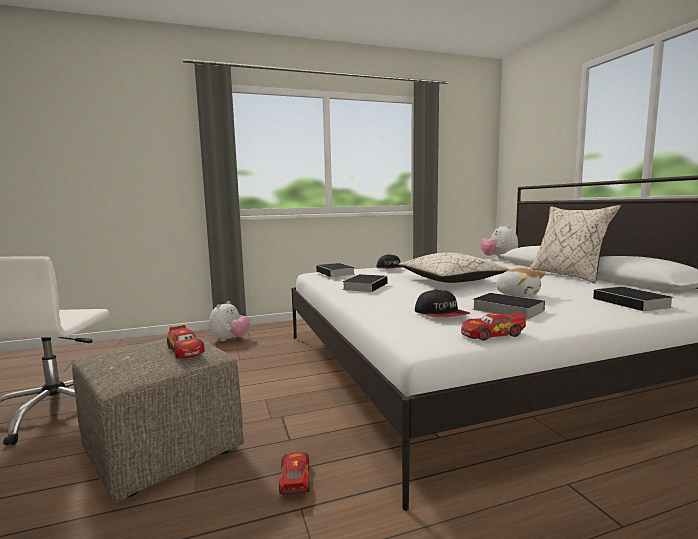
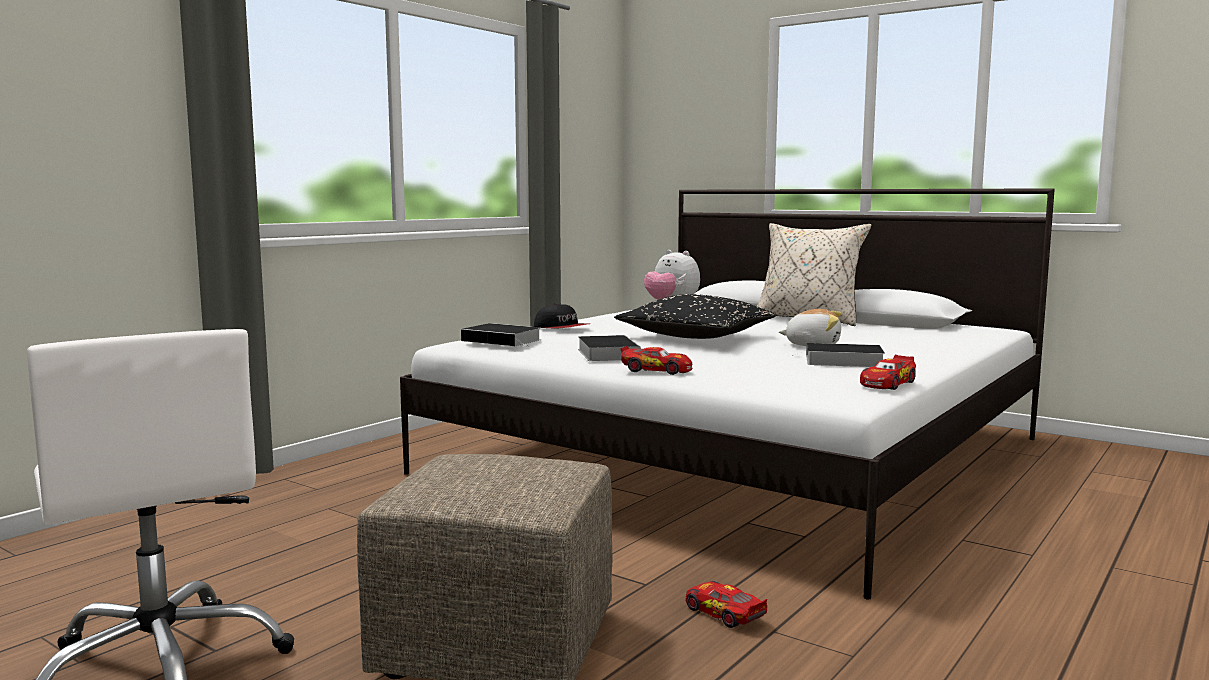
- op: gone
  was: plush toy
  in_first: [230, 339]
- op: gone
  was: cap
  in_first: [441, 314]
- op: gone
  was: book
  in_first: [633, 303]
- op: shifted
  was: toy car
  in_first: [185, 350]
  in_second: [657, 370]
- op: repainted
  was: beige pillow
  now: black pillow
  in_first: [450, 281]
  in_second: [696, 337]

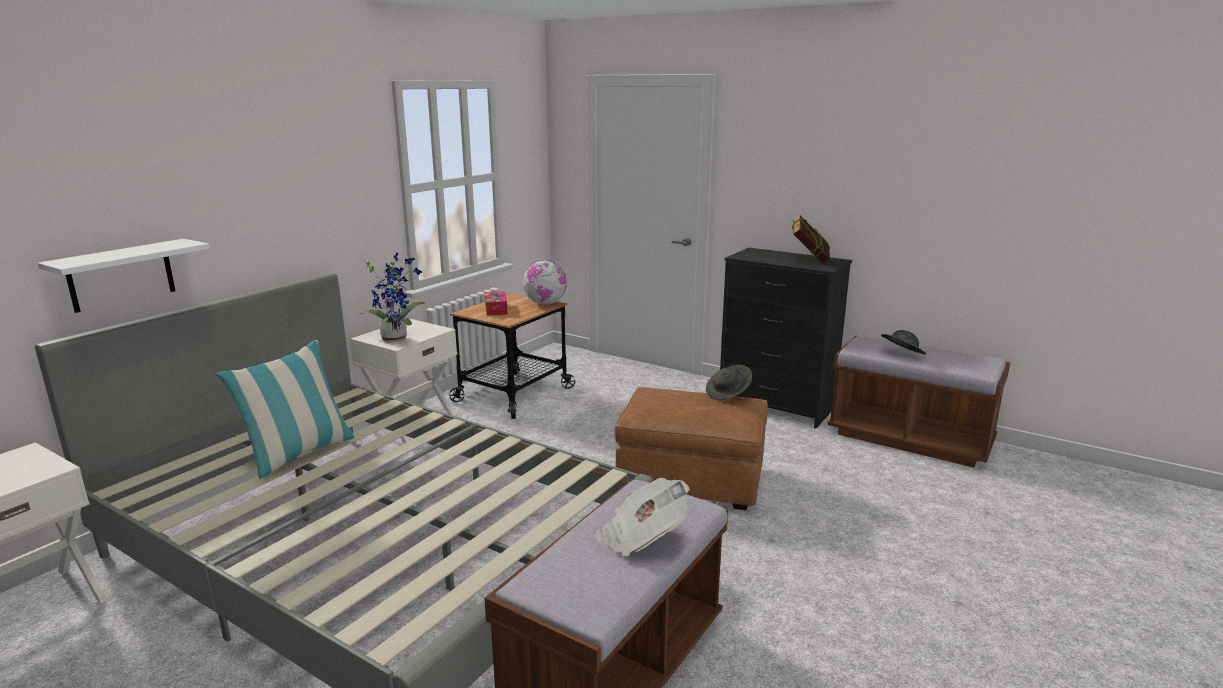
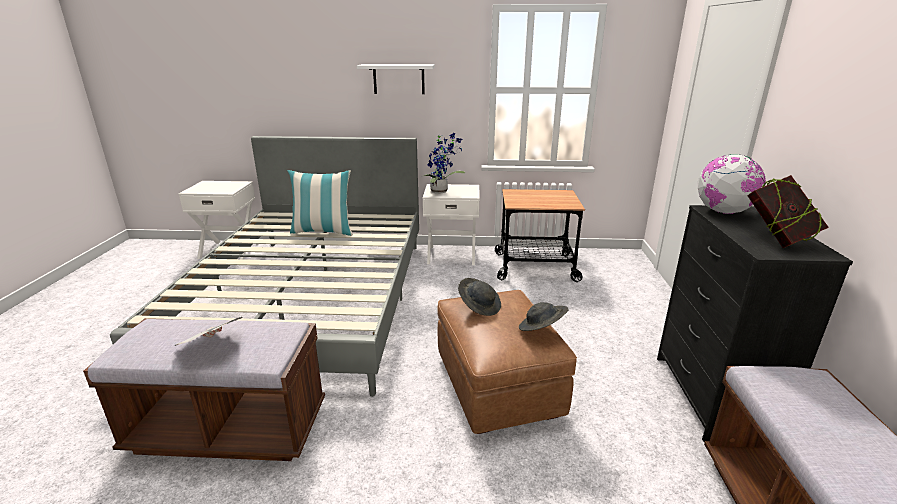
- op: gone
  was: tissue box
  in_first: [496, 309]
- op: shifted
  was: white shelf
  in_first: [121, 275]
  in_second: [398, 79]
- op: shifted
  was: globe
  in_first: [545, 303]
  in_second: [724, 212]
- op: shifted
  was: grey hat
  in_first: [901, 354]
  in_second: [479, 306]

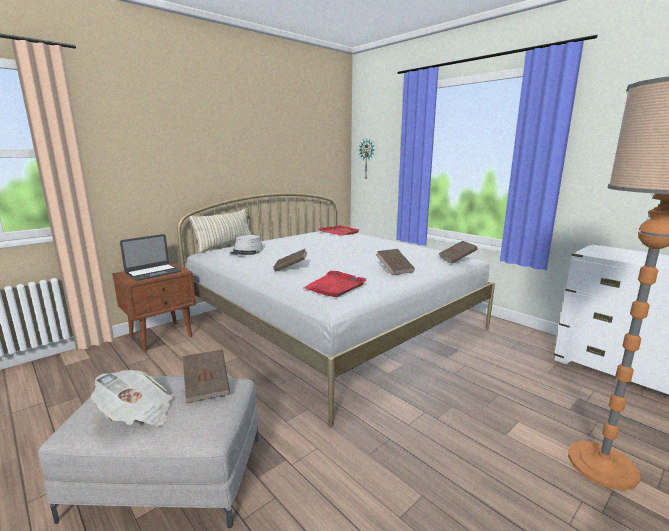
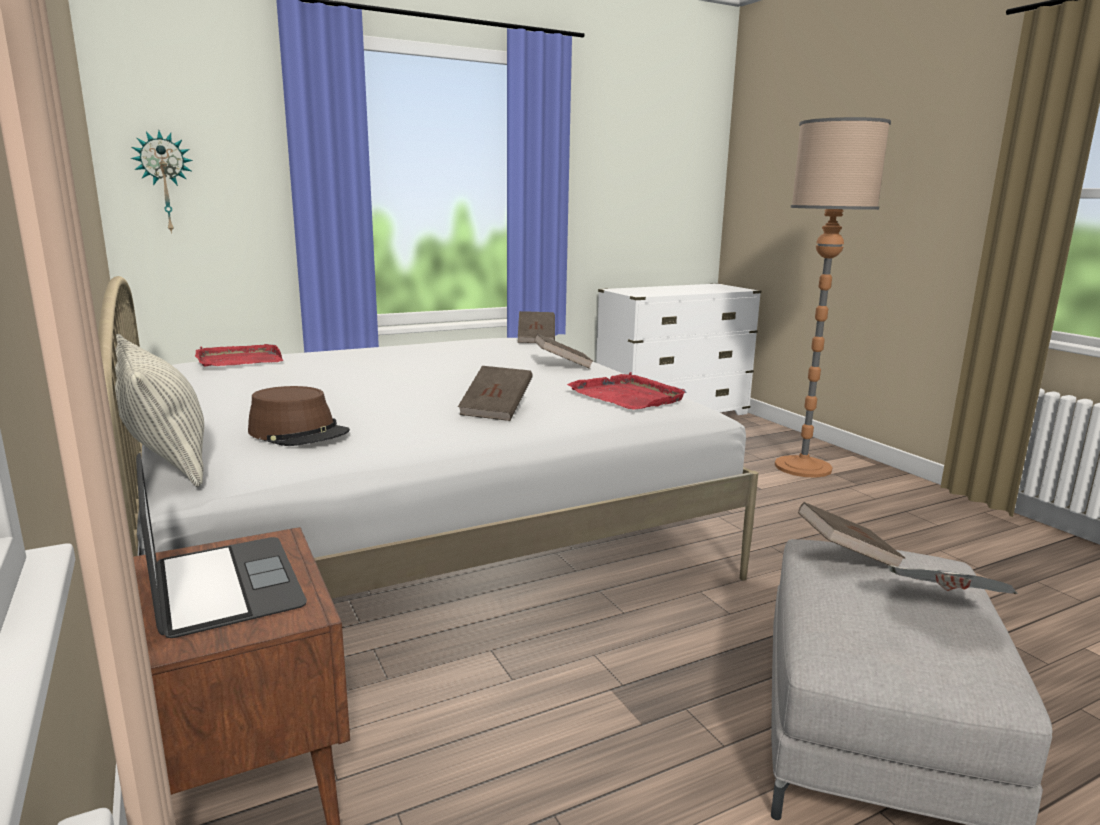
- op: repainted
  was: grey hat
  now: brown hat
  in_first: [247, 251]
  in_second: [299, 432]

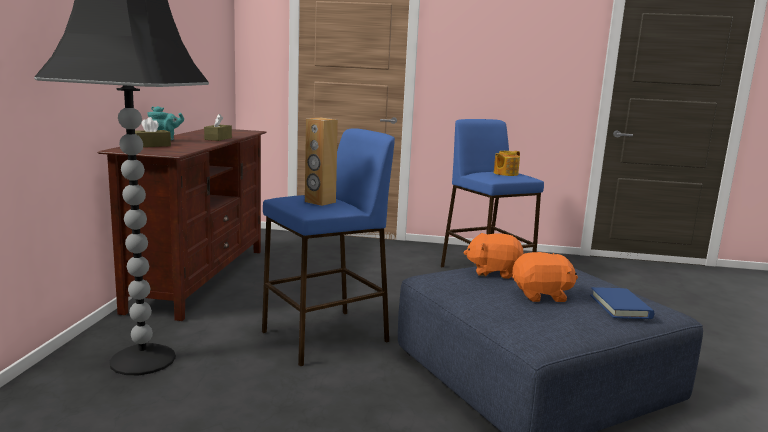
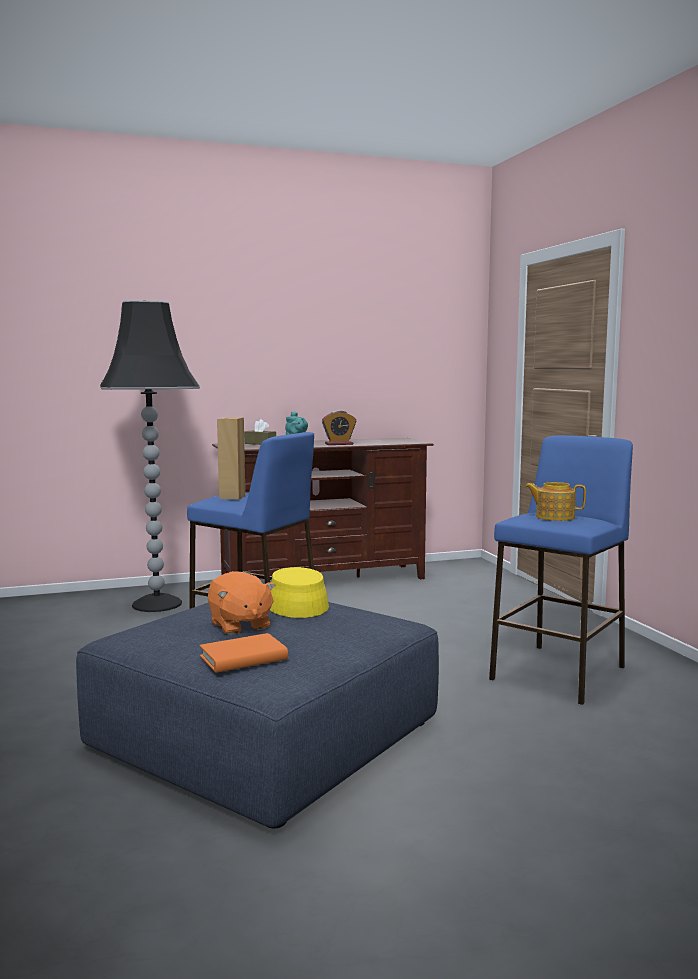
- op: swapped
  was: brown tissue box
  now: alarm clock
  in_first: [218, 138]
  in_second: [339, 444]
- op: swapped
  was: orange plush toy
  now: yellow hat
  in_first: [493, 272]
  in_second: [295, 603]
- op: repainted
  was: blue book
  now: orange book
  in_first: [620, 307]
  in_second: [243, 658]

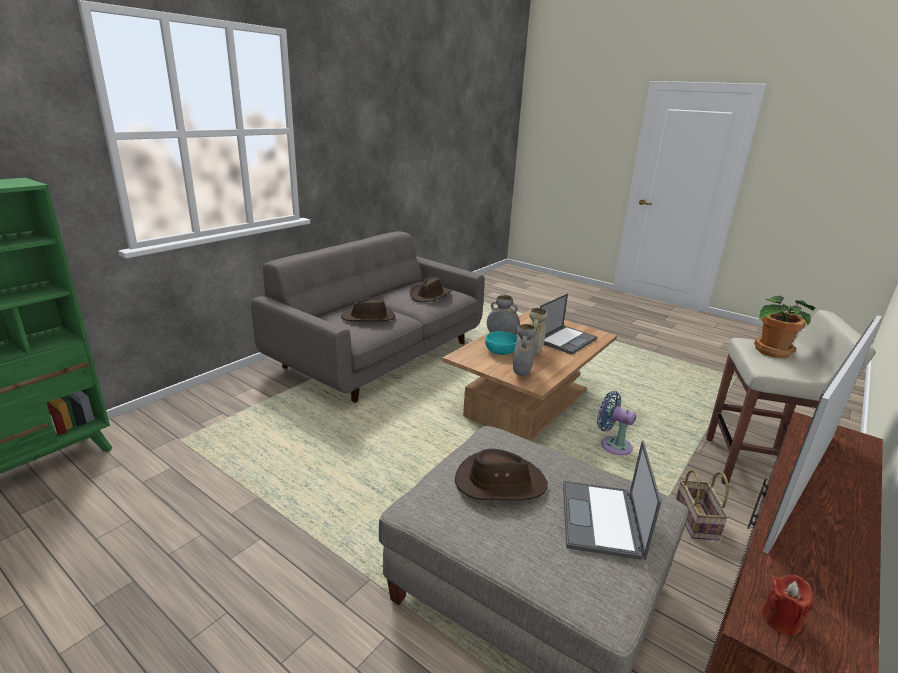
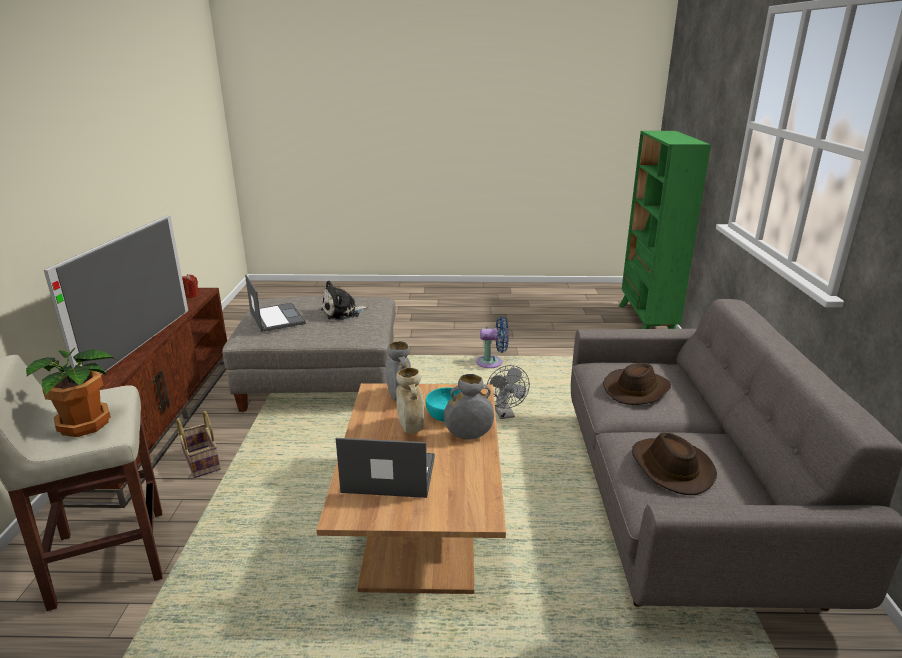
- op: new
  now: grey fan
  in_second: [505, 414]
- op: shifted
  was: blue fan
  in_first: [612, 445]
  in_second: [492, 362]
- op: swapped
  was: brown hat
  now: plush toy
  in_first: [499, 482]
  in_second: [343, 313]
- op: rotated
  was: laptop
  in_first: [566, 340]
  in_second: [388, 474]
  clockwise: 90

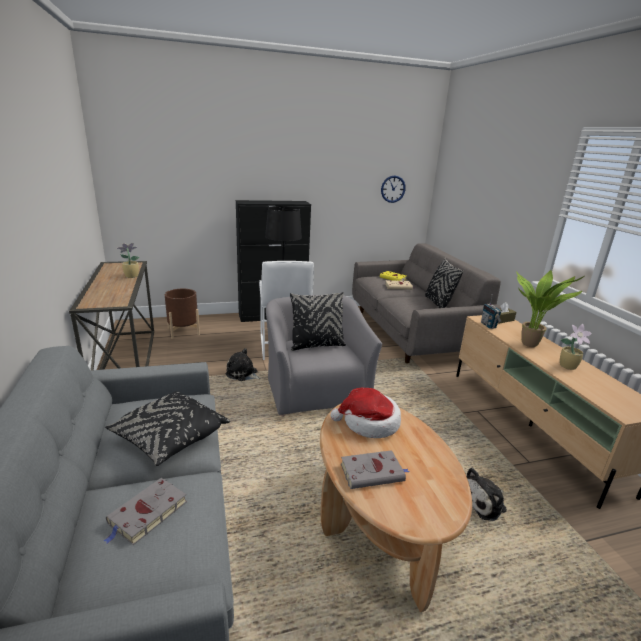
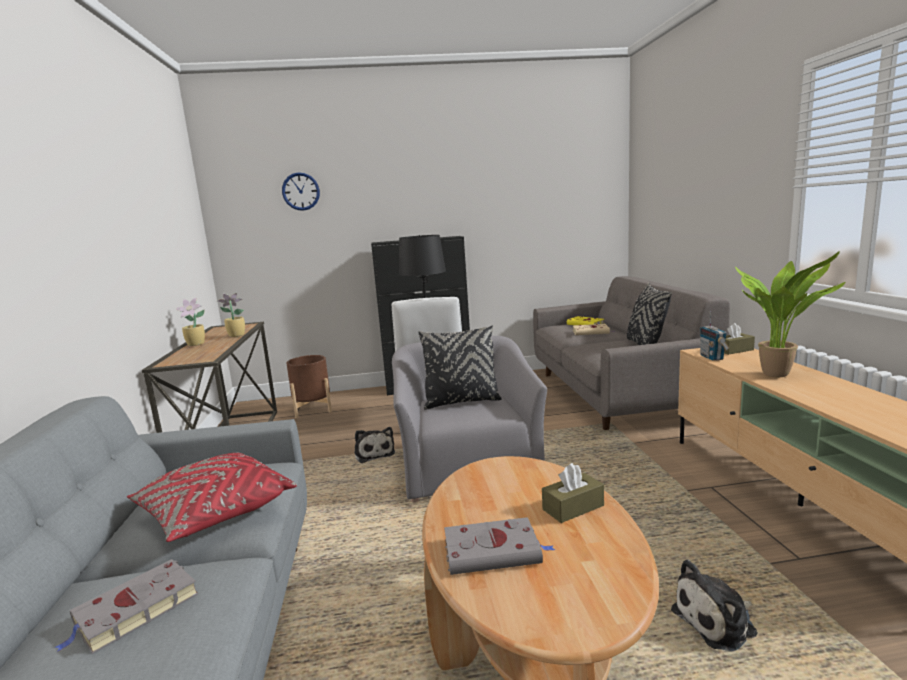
- op: gone
  was: hat
  in_first: [369, 423]
- op: new
  now: brown tissue box
  in_second: [573, 507]
- op: shifted
  was: wall clock
  in_first: [393, 189]
  in_second: [301, 191]
- op: shifted
  was: potted plant
  in_first: [568, 366]
  in_second: [196, 344]
- op: repainted
  was: black pillow
  now: red pillow
  in_first: [170, 438]
  in_second: [215, 512]
- op: rotated
  was: plush toy
  in_first: [243, 374]
  in_second: [374, 453]
  clockwise: -150

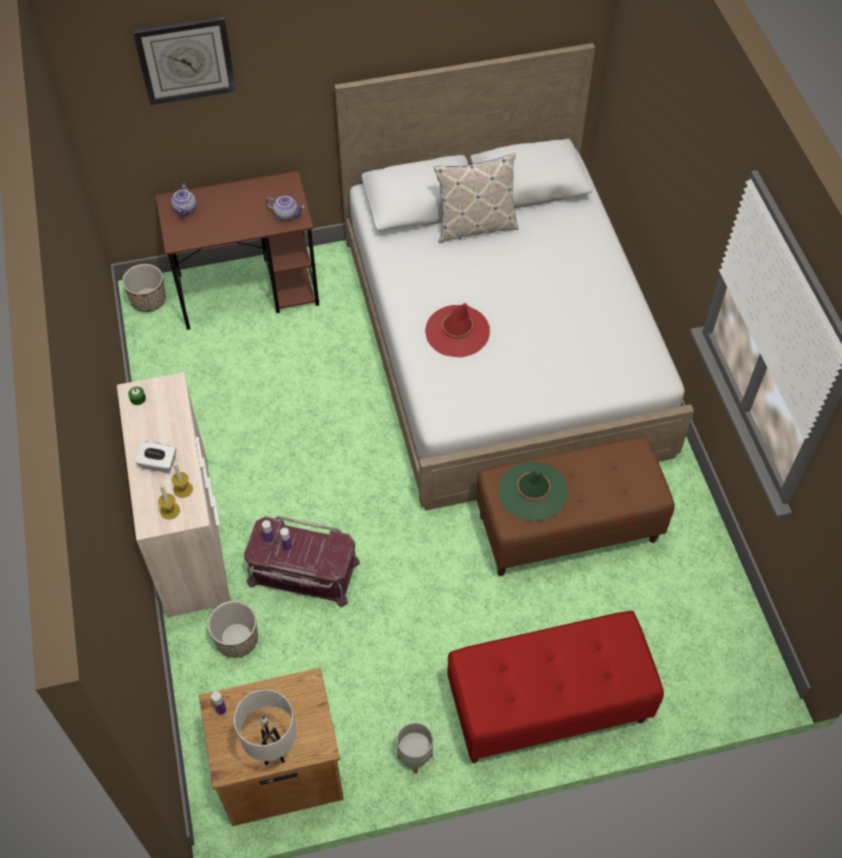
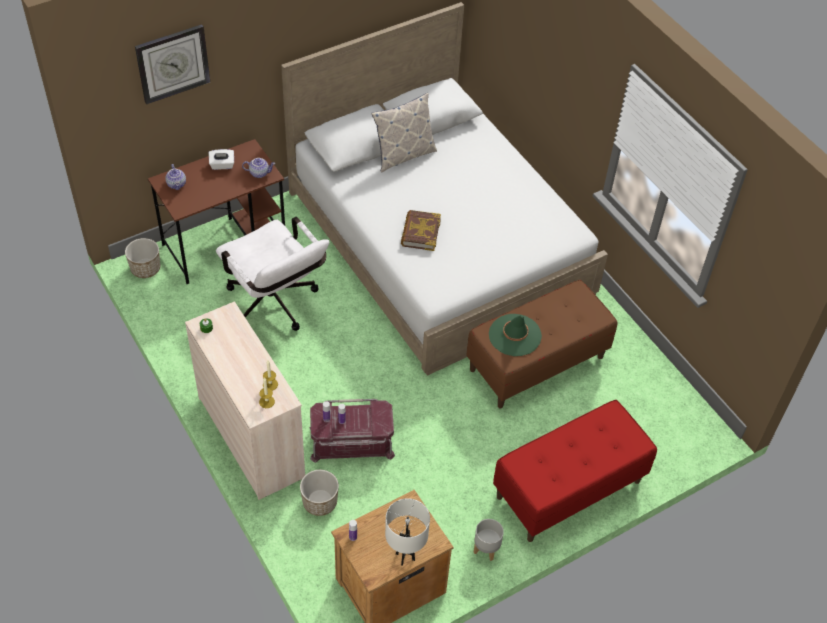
- op: new
  now: white office chair
  in_second: [276, 306]
- op: shifted
  was: white tissue box
  in_first: [158, 464]
  in_second: [222, 165]
- op: swapped
  was: red hat
  now: book
  in_first: [457, 331]
  in_second: [420, 233]

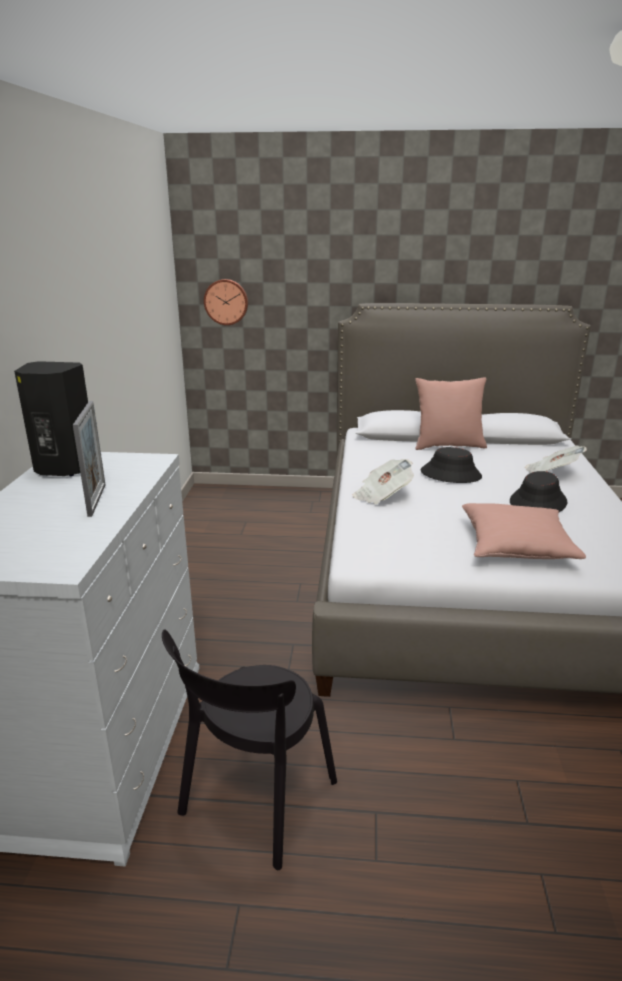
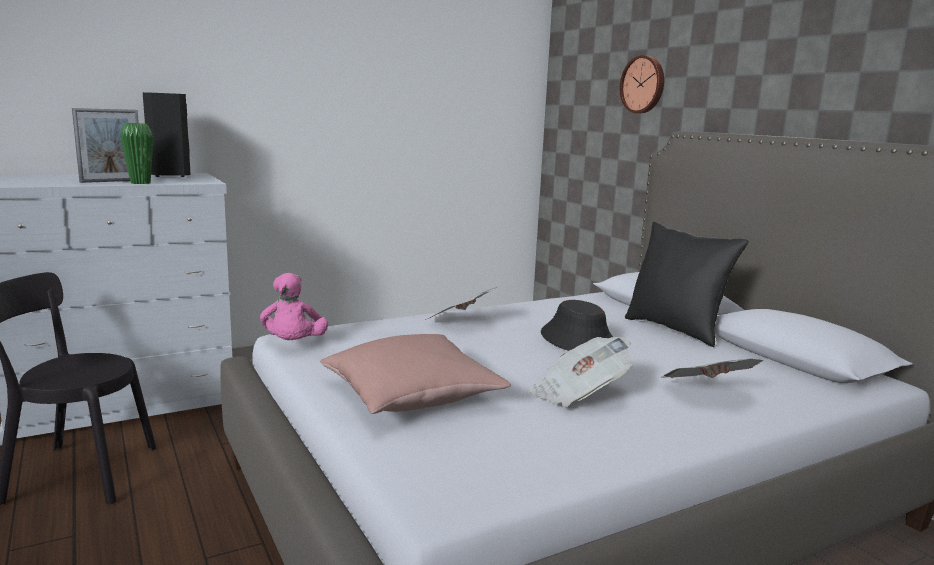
- op: new
  now: green vase
  in_second: [140, 183]
- op: new
  now: pink plush toy
  in_second: [293, 345]
- op: shifted
  was: wall clock
  in_first: [226, 302]
  in_second: [643, 84]
- op: swapped
  was: black hat
  now: newspaper
  in_first: [538, 502]
  in_second: [577, 394]
- op: repainted
  was: pink pillow
  now: black pillow
  in_first: [448, 445]
  in_second: [675, 329]

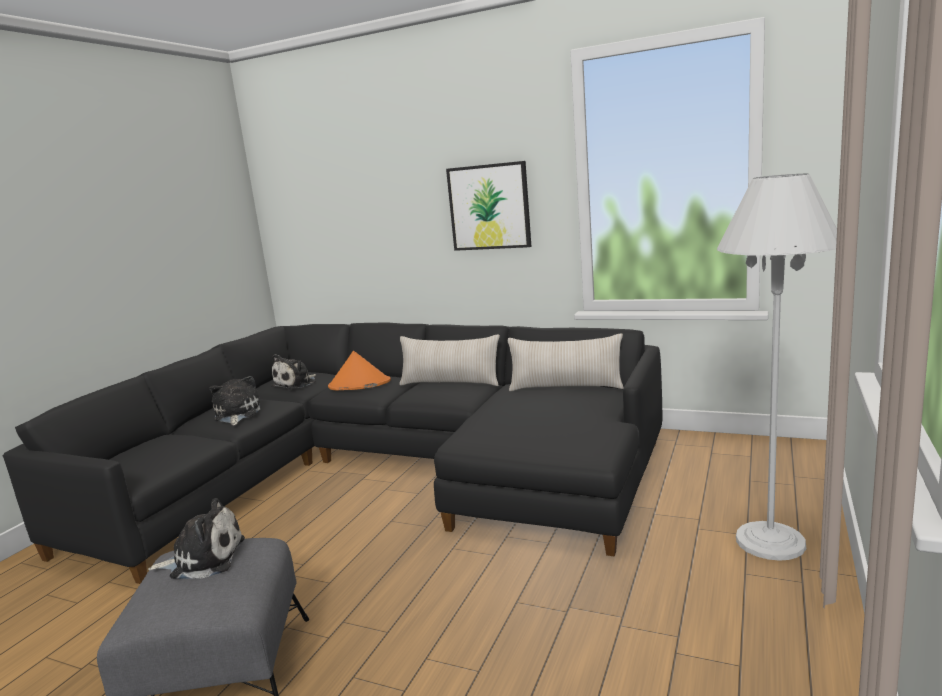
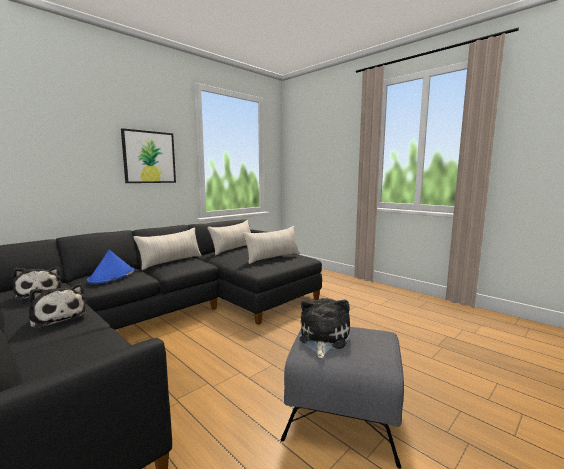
- op: gone
  was: white floor lamp
  in_first: [770, 541]
- op: new
  now: beige pillow
  in_second: [273, 257]
- op: repainted
  was: orange hat
  now: blue hat
  in_first: [359, 384]
  in_second: [112, 276]
- op: rotated
  was: plush toy
  in_first: [236, 414]
  in_second: [58, 317]
  clockwise: -150

